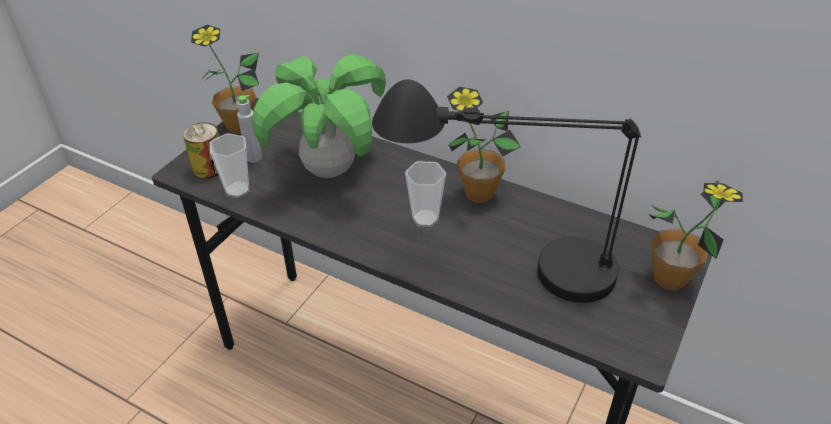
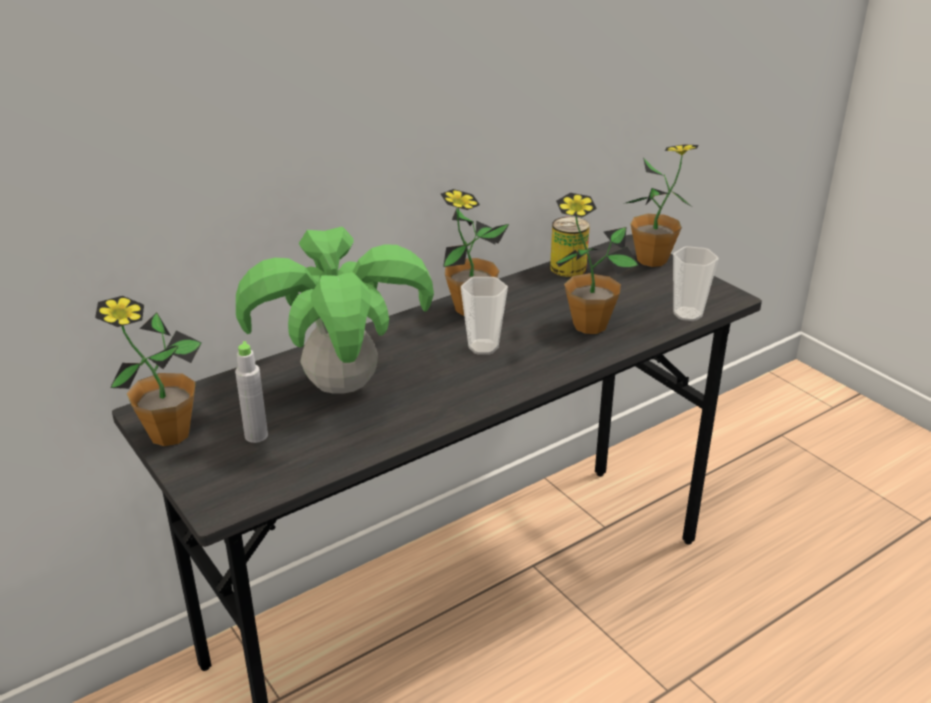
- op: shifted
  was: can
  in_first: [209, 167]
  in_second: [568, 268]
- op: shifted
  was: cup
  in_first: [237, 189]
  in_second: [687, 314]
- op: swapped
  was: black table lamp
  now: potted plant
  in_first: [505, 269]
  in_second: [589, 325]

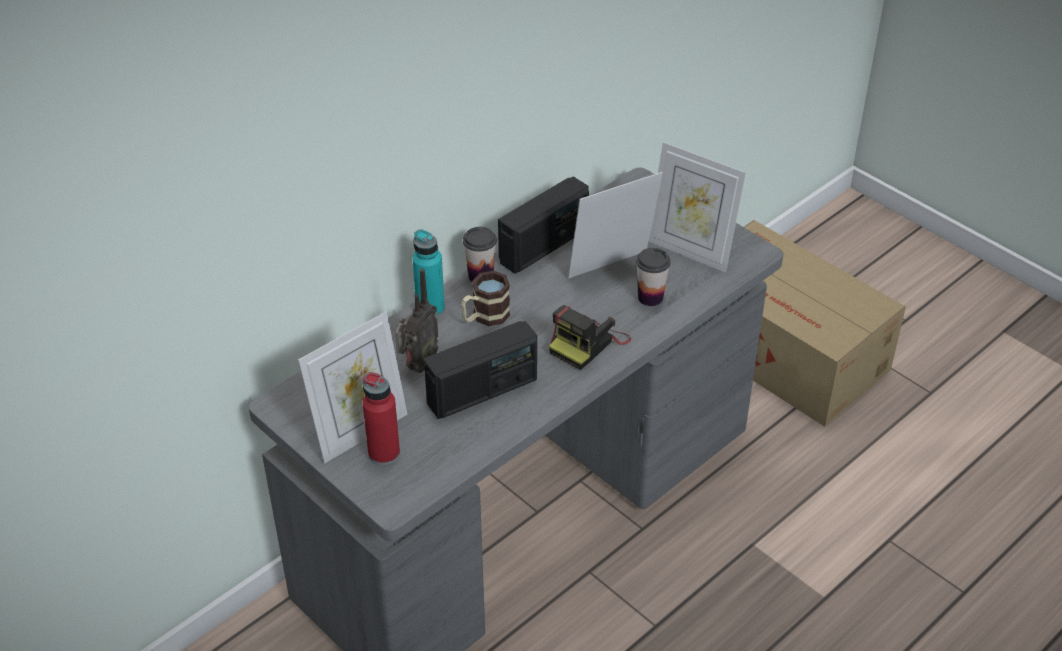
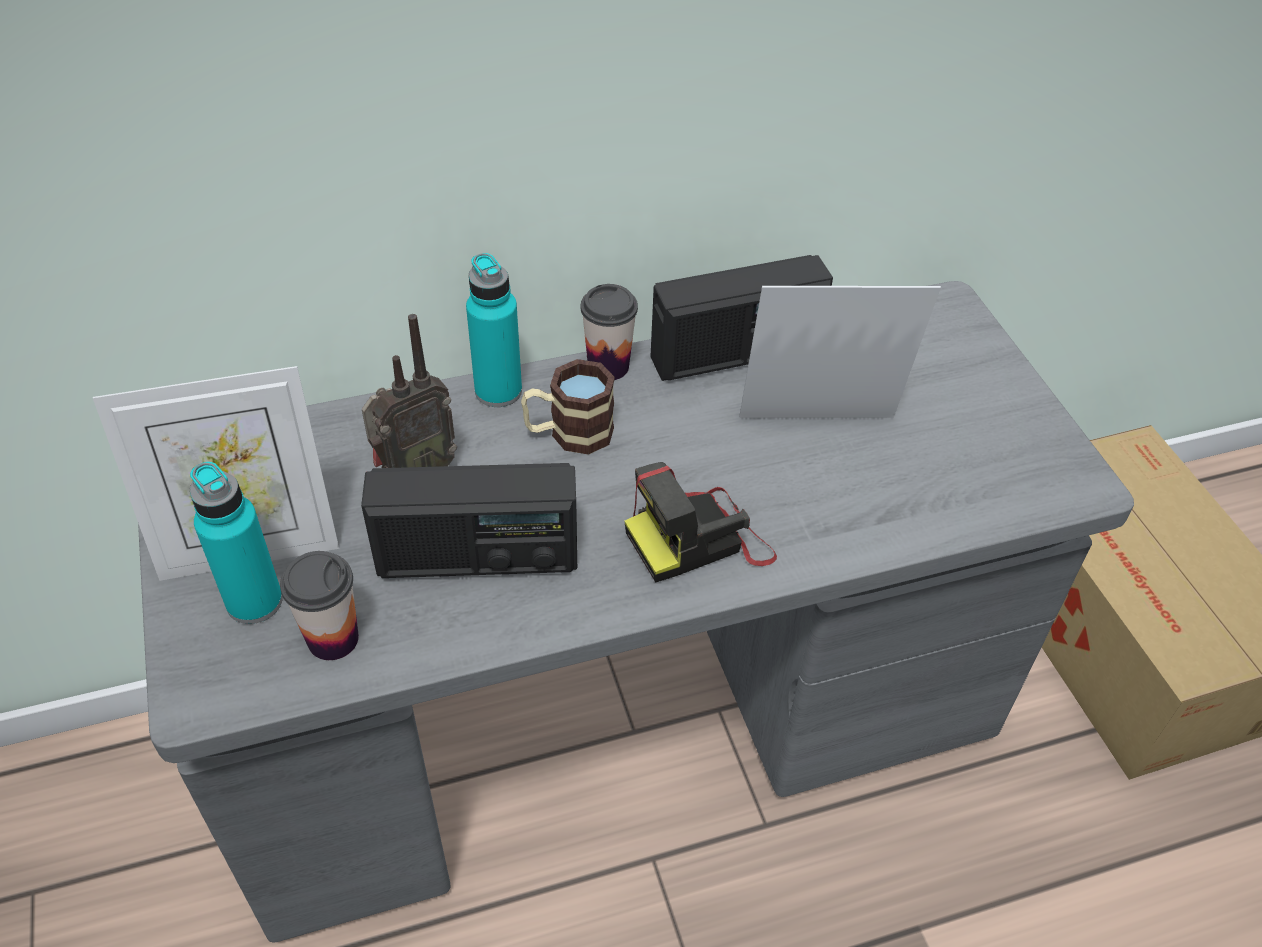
- op: gone
  was: picture frame
  in_first: [690, 251]
- op: shifted
  was: cup
  in_first: [650, 297]
  in_second: [333, 639]
- op: repainted
  was: red bottle
  now: turquoise bottle
  in_first: [384, 453]
  in_second: [254, 601]

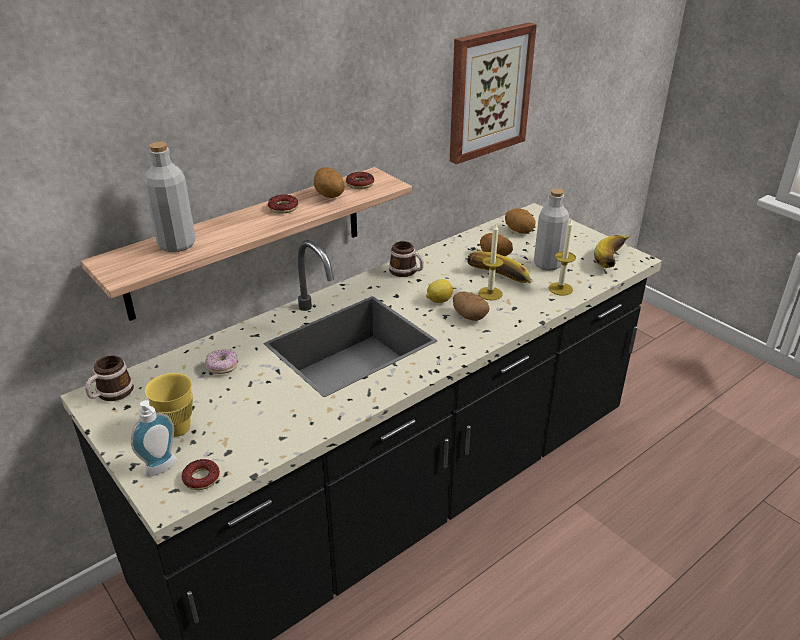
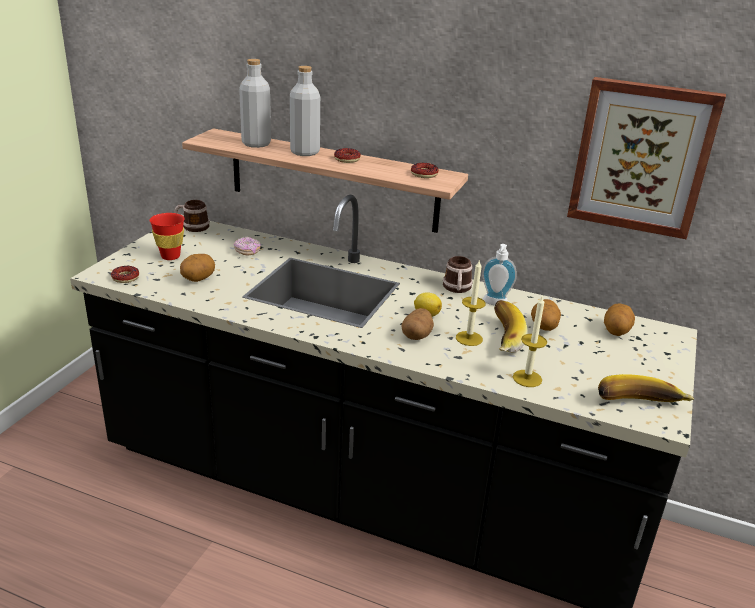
- op: shifted
  was: soap dispenser
  in_first: [162, 469]
  in_second: [494, 304]
- op: shifted
  was: potato
  in_first: [329, 196]
  in_second: [198, 279]
- op: shifted
  was: grey bottle
  in_first: [547, 264]
  in_second: [305, 152]
- op: repainted
  was: yellow cup
  now: red cup
  in_first: [177, 429]
  in_second: [170, 256]

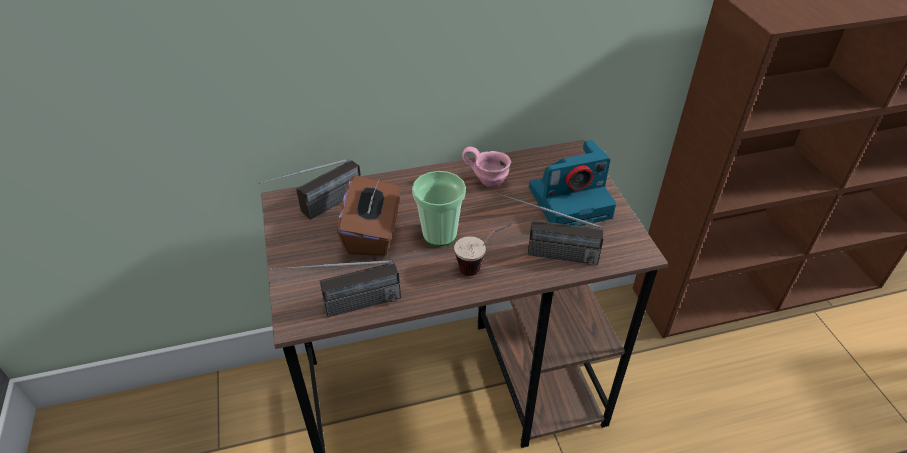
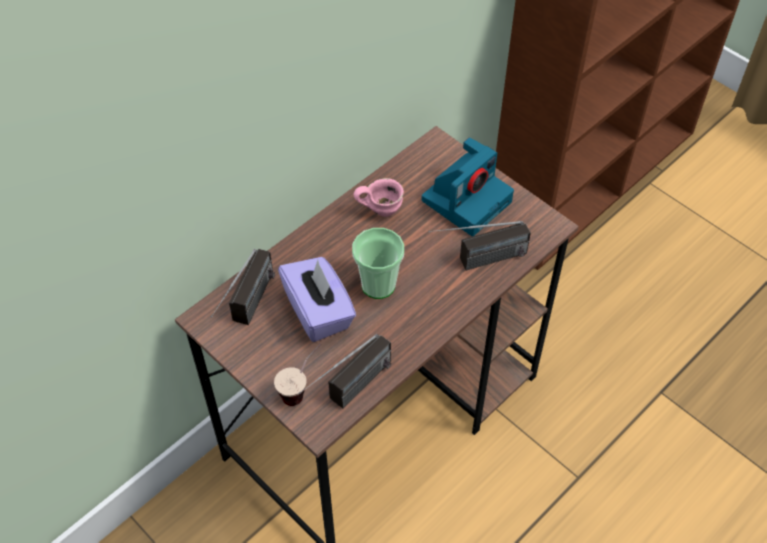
- op: shifted
  was: cup
  in_first: [481, 266]
  in_second: [302, 389]
- op: repainted
  was: brown tissue box
  now: purple tissue box
  in_first: [373, 233]
  in_second: [319, 312]

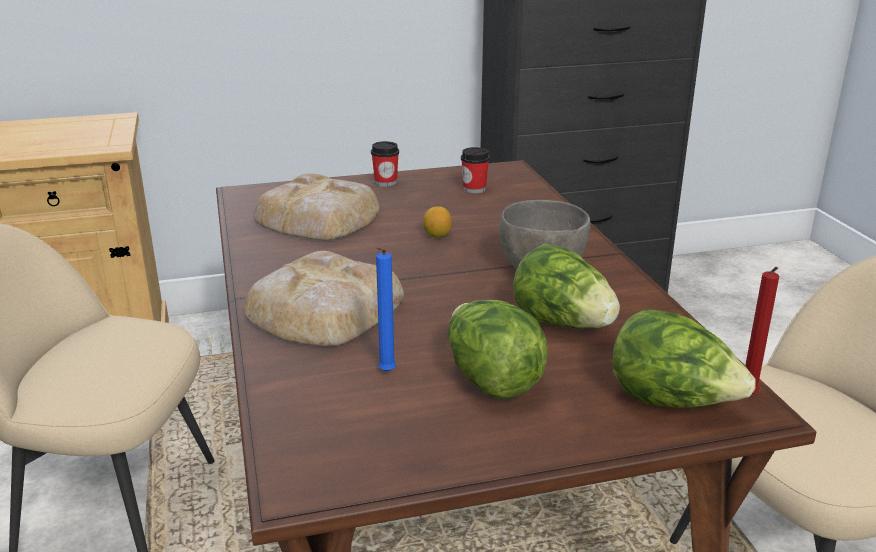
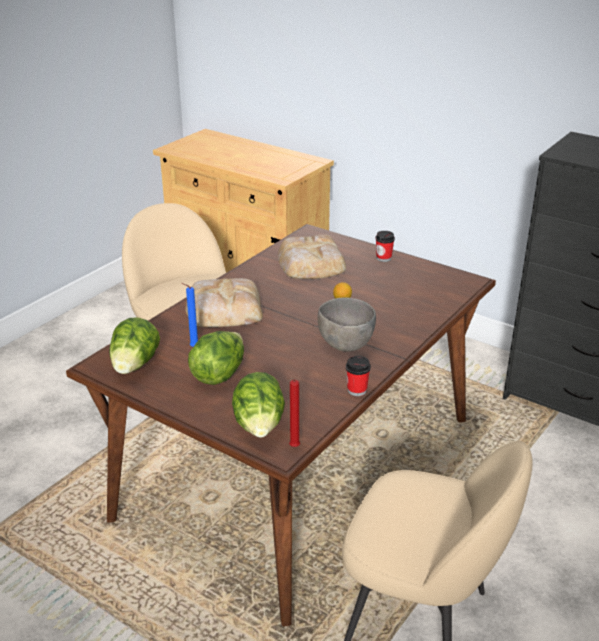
- op: shifted
  was: cup
  in_first: [474, 189]
  in_second: [357, 390]
- op: shifted
  was: lettuce
  in_first: [563, 323]
  in_second: [134, 366]

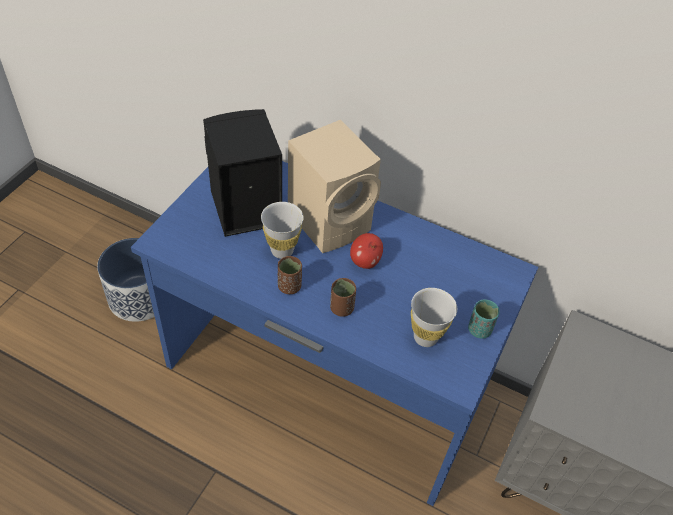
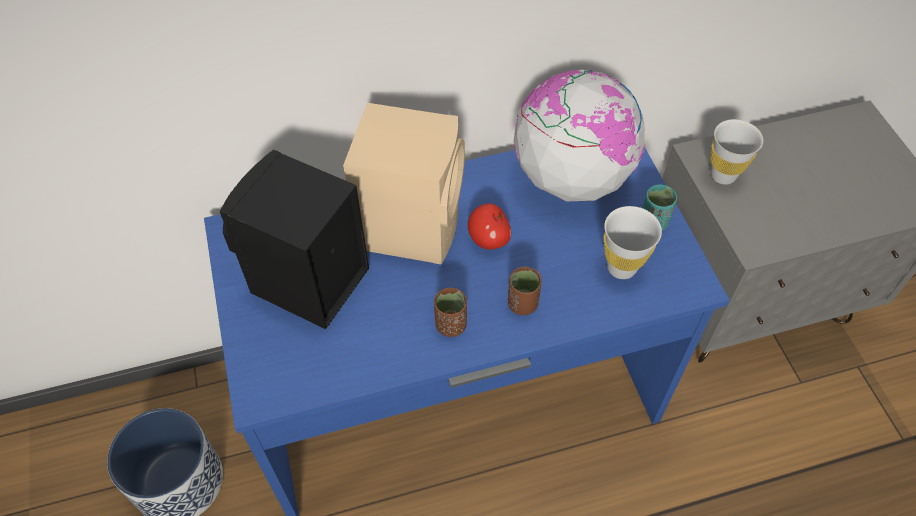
- op: new
  now: globe
  in_second: [571, 178]
- op: shifted
  was: white cup
  in_first: [282, 250]
  in_second: [723, 175]

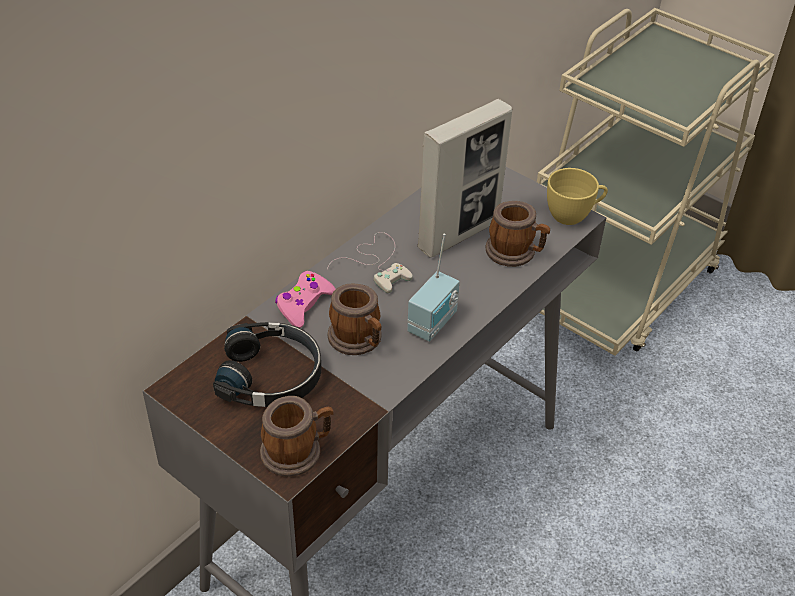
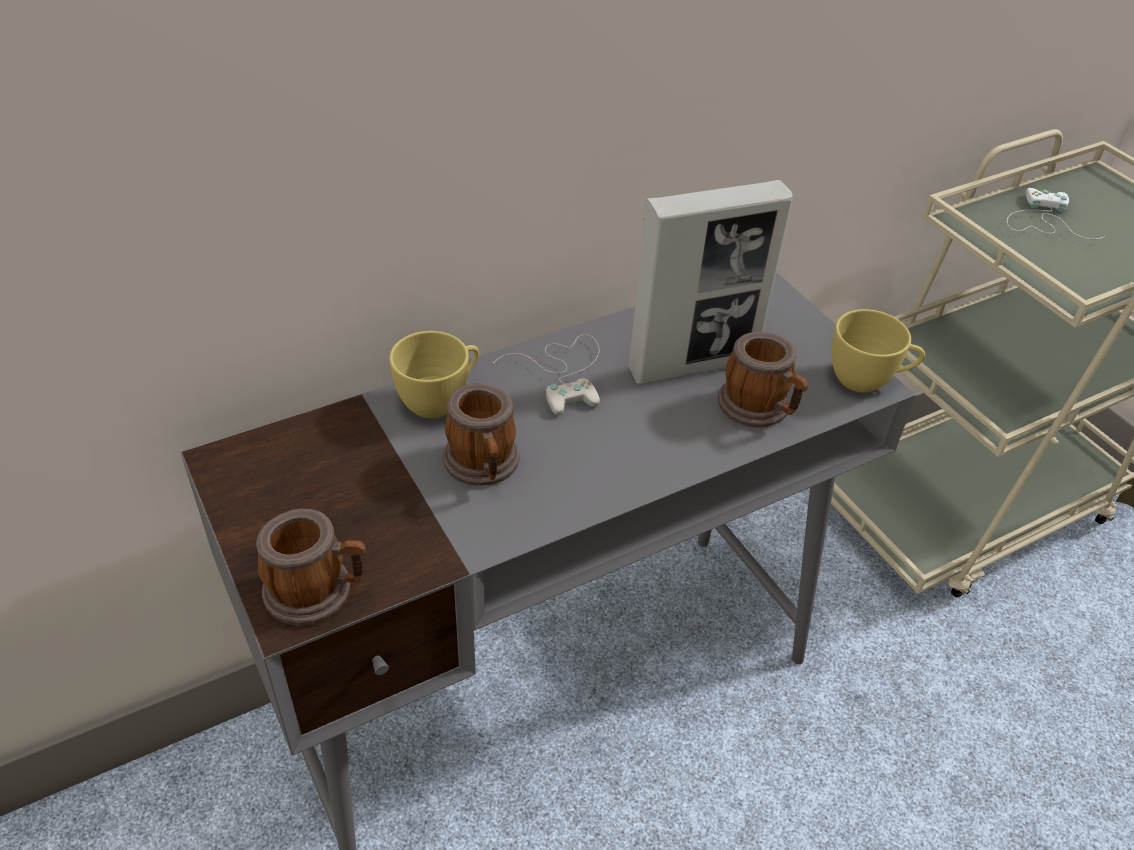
- op: gone
  was: black headphones
  in_first: [271, 375]
- op: gone
  was: radio
  in_first: [434, 323]
- op: new
  now: white game controller
  in_second: [1042, 220]
- op: swapped
  was: pink game controller
  now: yellow cup
  in_first: [304, 304]
  in_second: [440, 400]

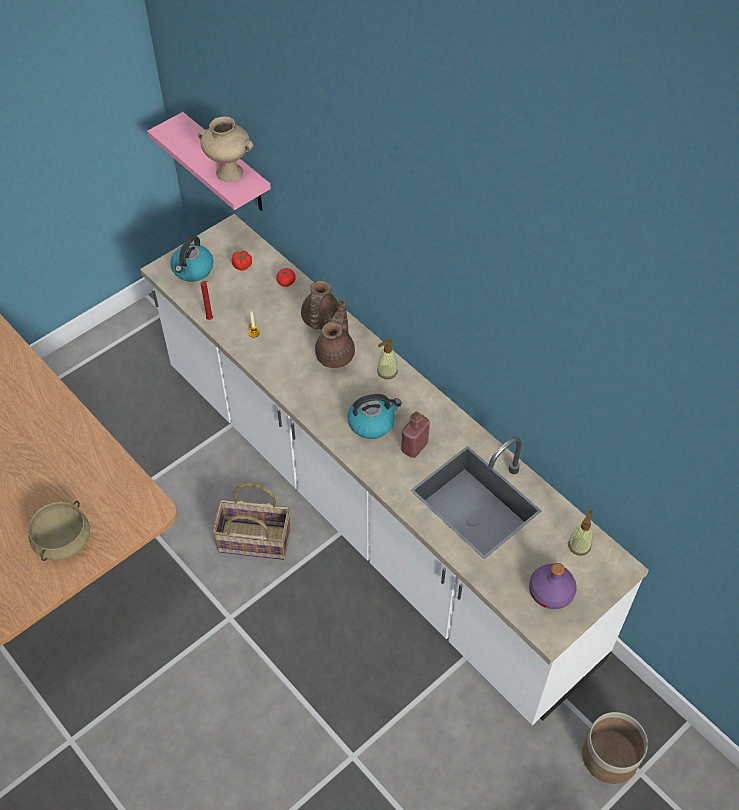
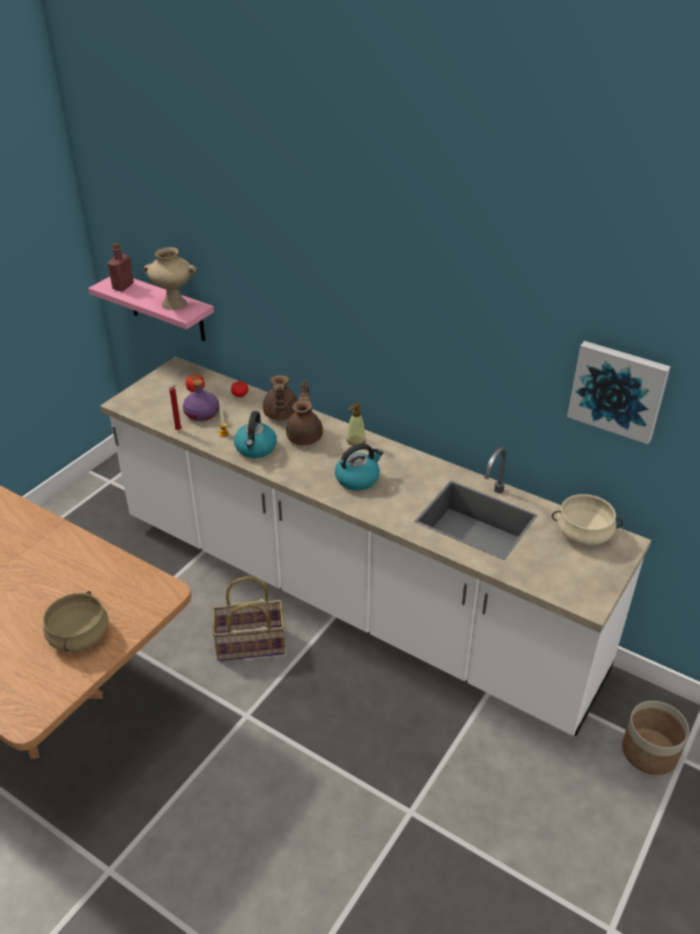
- op: new
  now: picture
  in_second: [618, 390]
- op: shifted
  was: kettle
  in_first: [193, 270]
  in_second: [256, 448]
- op: shifted
  was: red bottle
  in_first: [414, 447]
  in_second: [123, 286]
- op: shifted
  was: purple bottle
  in_first: [551, 591]
  in_second: [202, 413]
- op: swapped
  was: soap dispenser
  now: beige cooking pot
  in_first: [579, 545]
  in_second: [583, 533]

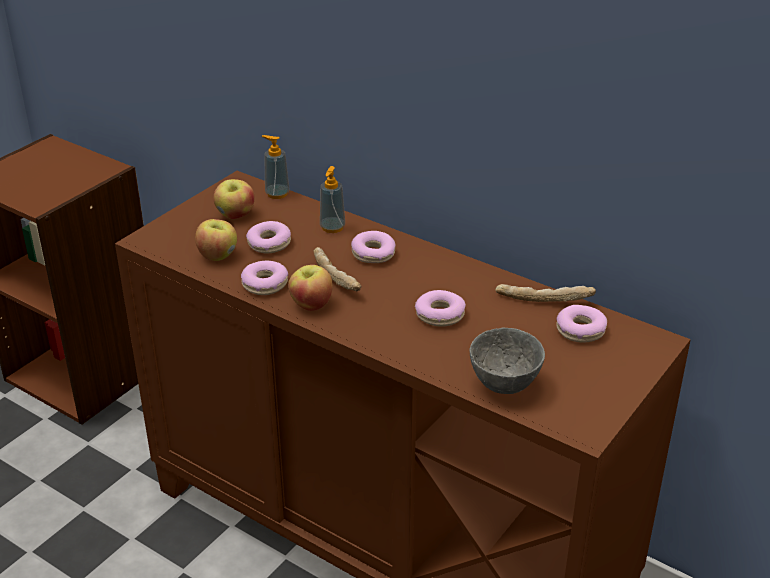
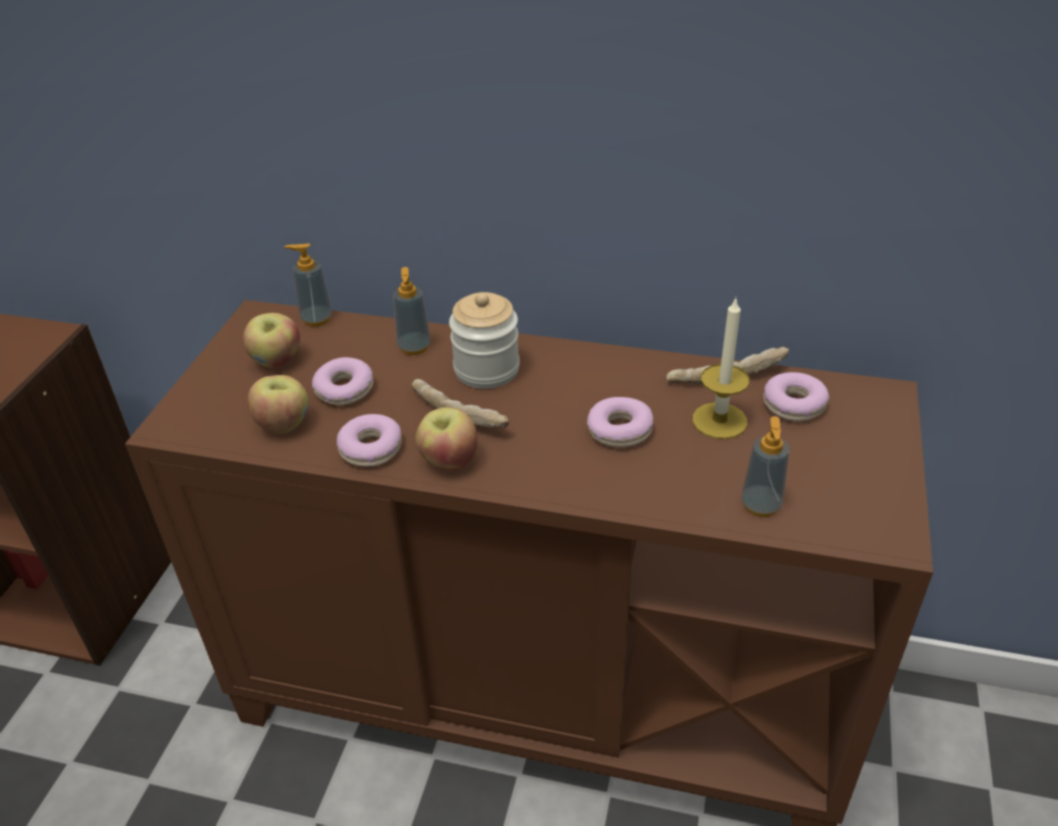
- op: new
  now: candle
  in_second: [719, 420]
- op: swapped
  was: donut
  now: jar
  in_first: [373, 254]
  in_second: [486, 369]
- op: swapped
  was: grey bowl
  now: soap dispenser
  in_first: [505, 385]
  in_second: [760, 505]

